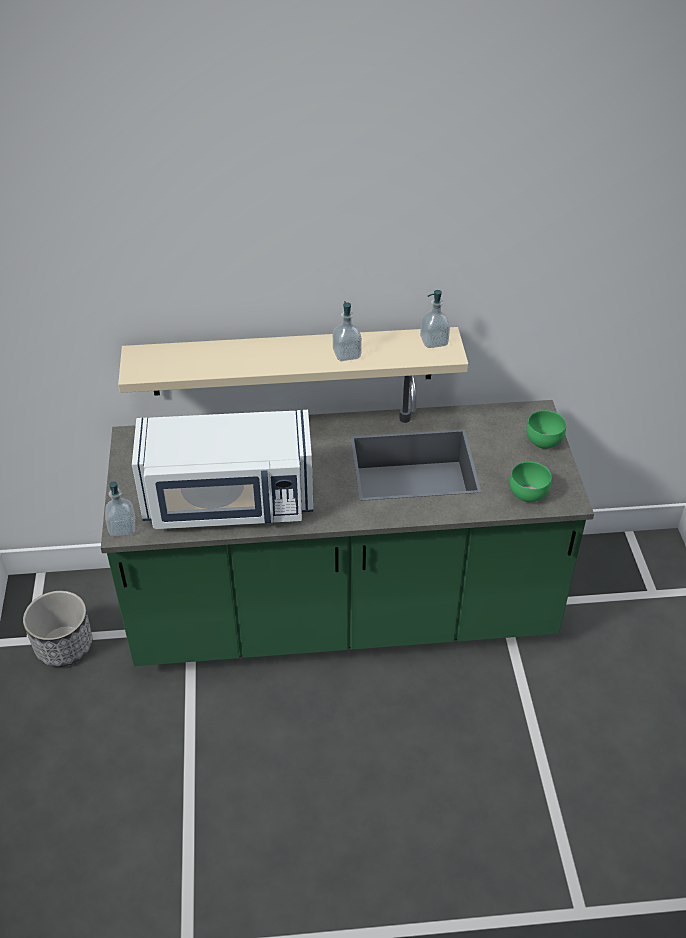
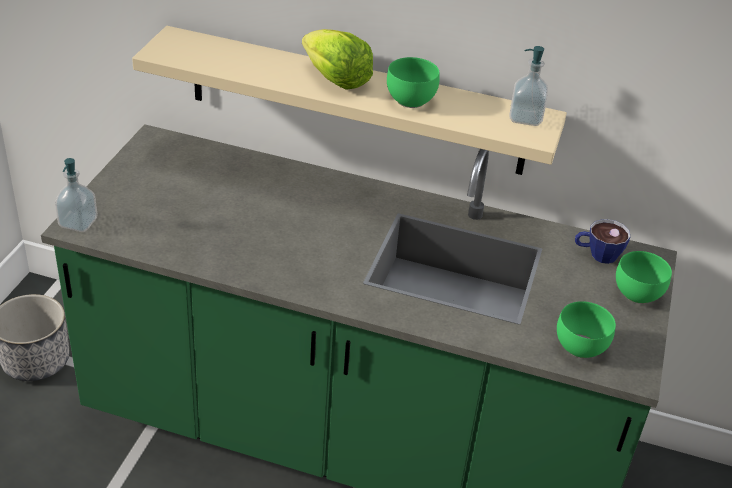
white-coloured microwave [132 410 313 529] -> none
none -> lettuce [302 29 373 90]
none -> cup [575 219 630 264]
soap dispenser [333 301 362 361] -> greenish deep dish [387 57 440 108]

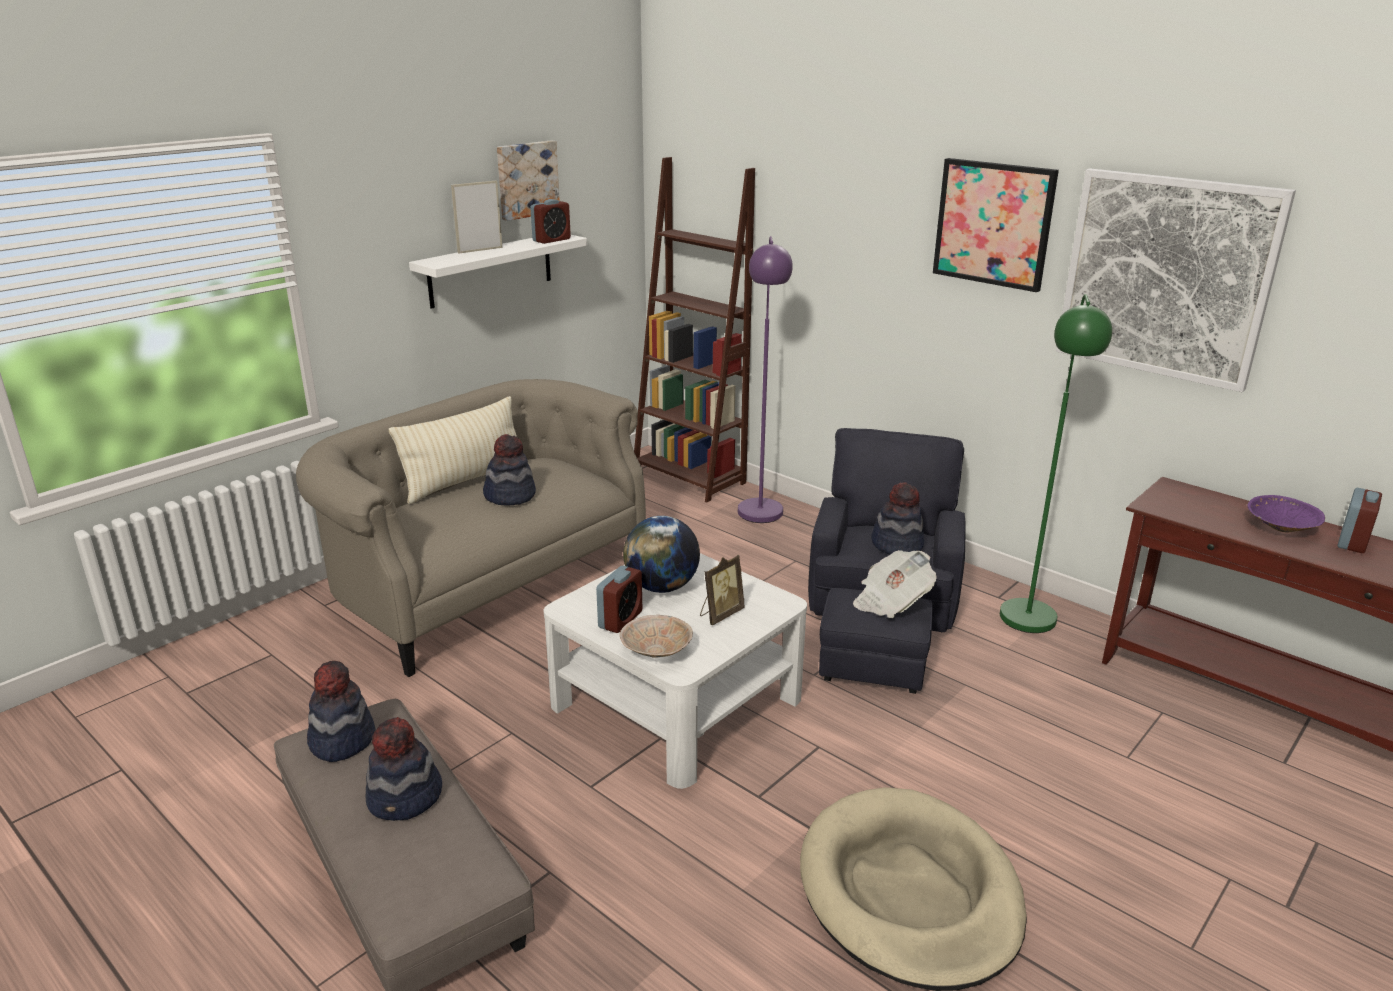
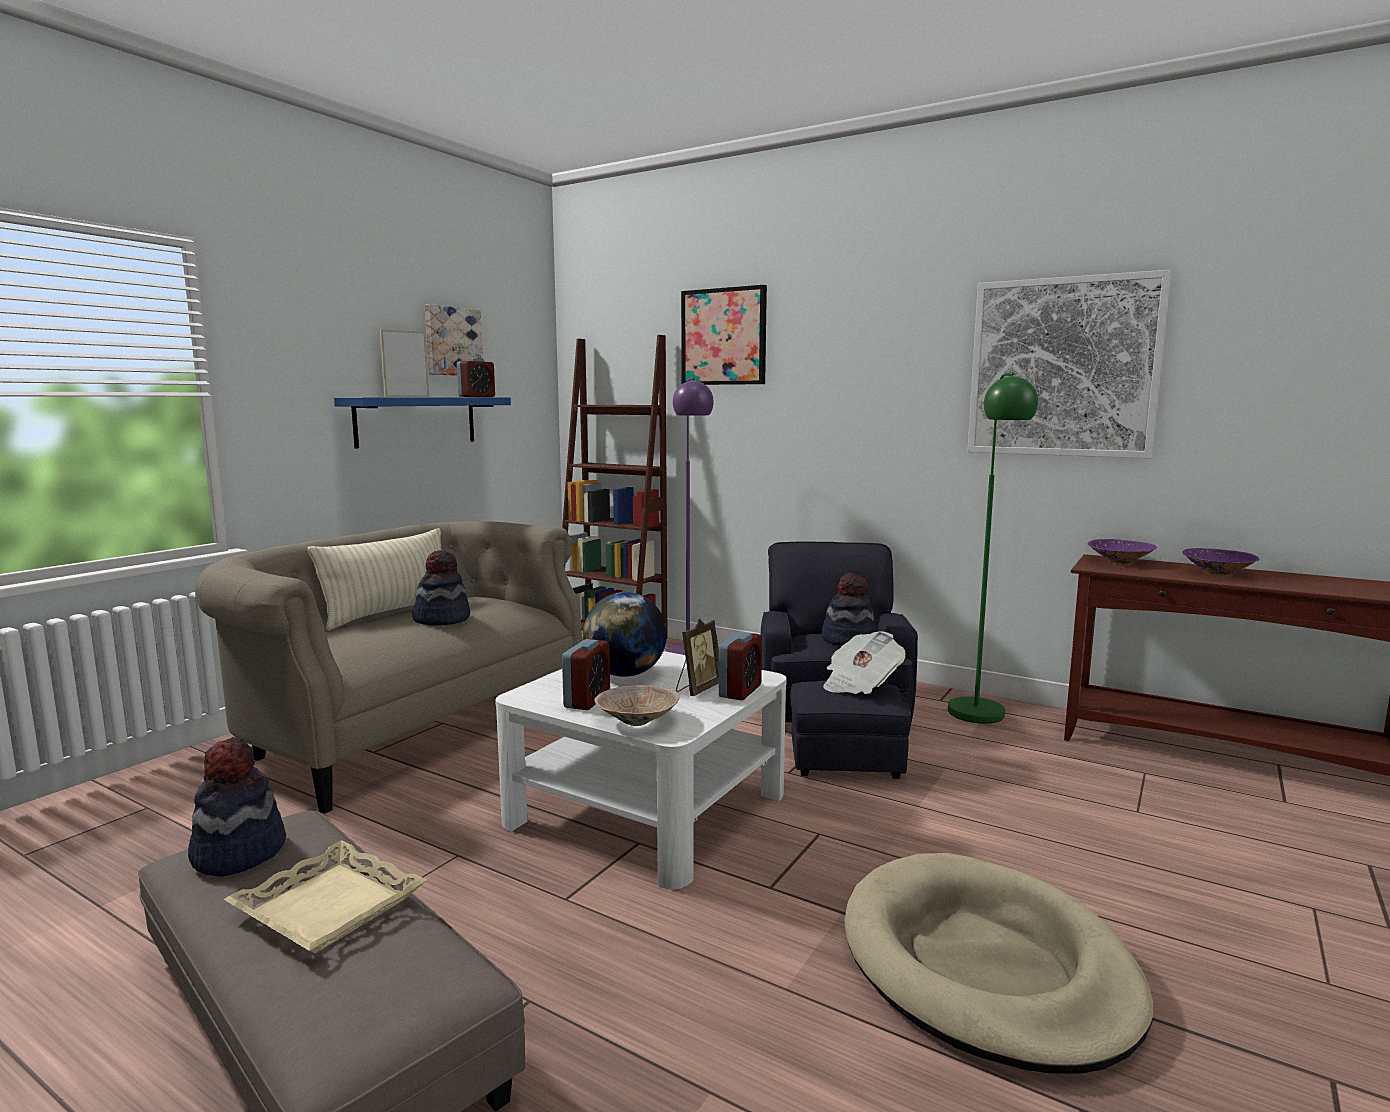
none -> purple deep dish [1087 539 1157 564]
wall picture [933 158 1059 292] -> wall picture [681 285 767 385], shifted
alarm clock [1338 488 1382 553] -> alarm clock [719 632 762 701], shifted
wearable hat [366 717 442 821] -> beige-coloured carrying tray [224 840 427 953]
white-coloured bracket shelf [409 235 587 309] -> blue bracket shelf [334 397 511 449]

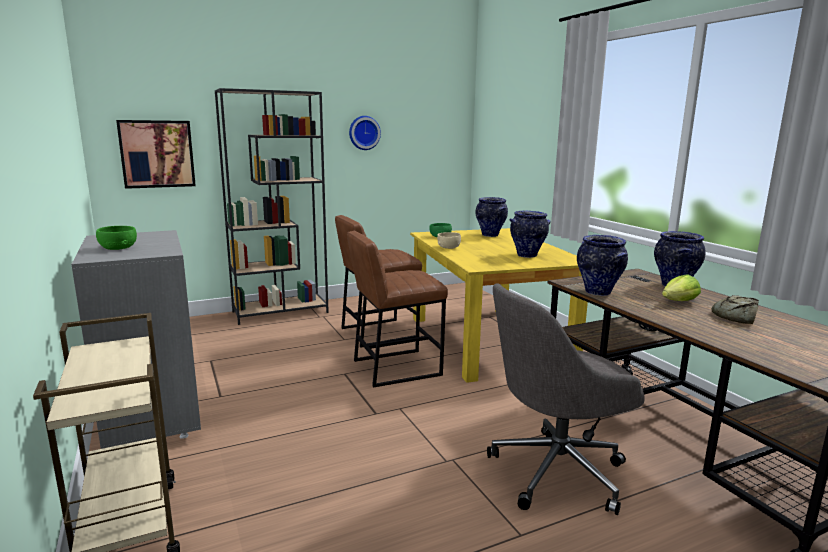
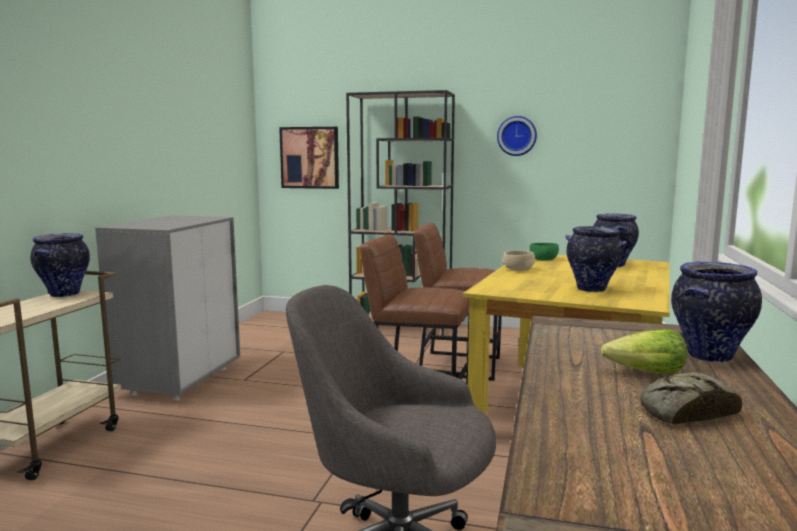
greenish deep dish [96 226 137 250] -> none
flower vase [577 235 628 296] -> flower vase [30 233 90 297], shifted

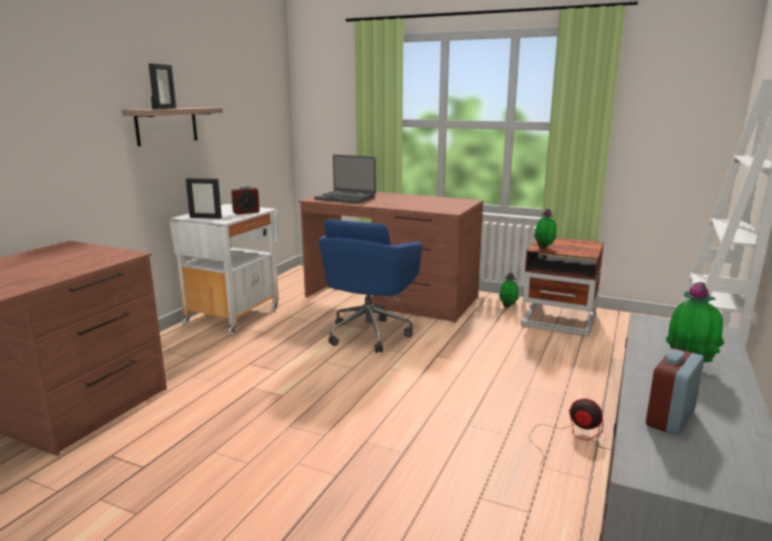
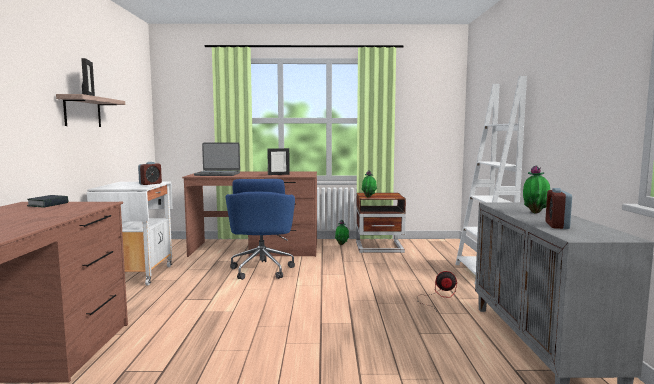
none -> bound book [27 195 68 208]
picture frame [186 178 222 219] -> picture frame [267 148 290 175], shifted

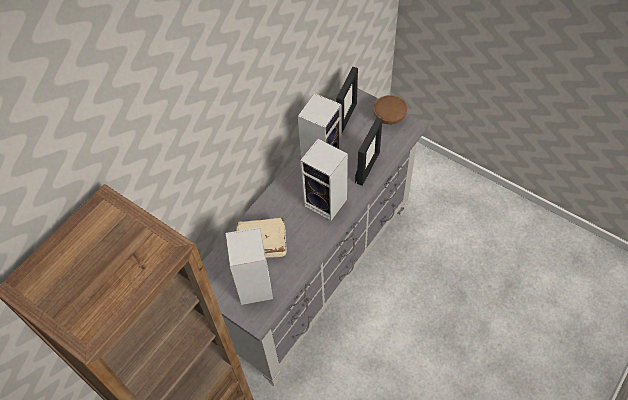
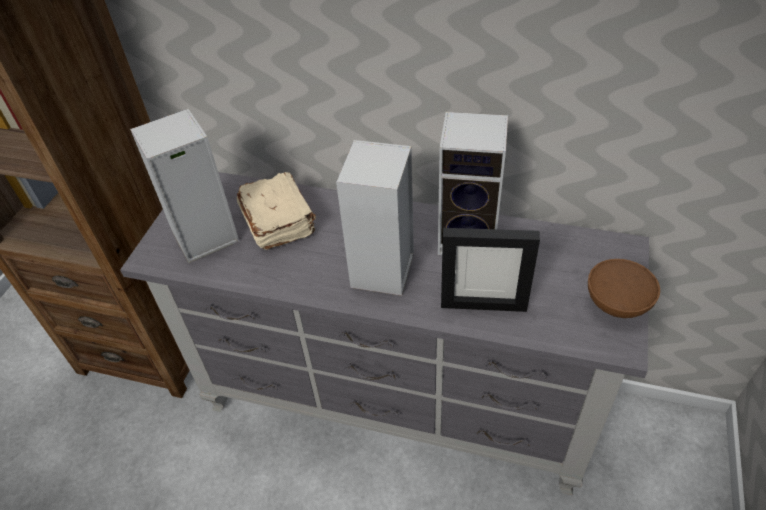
picture frame [336 67 358 134] -> none

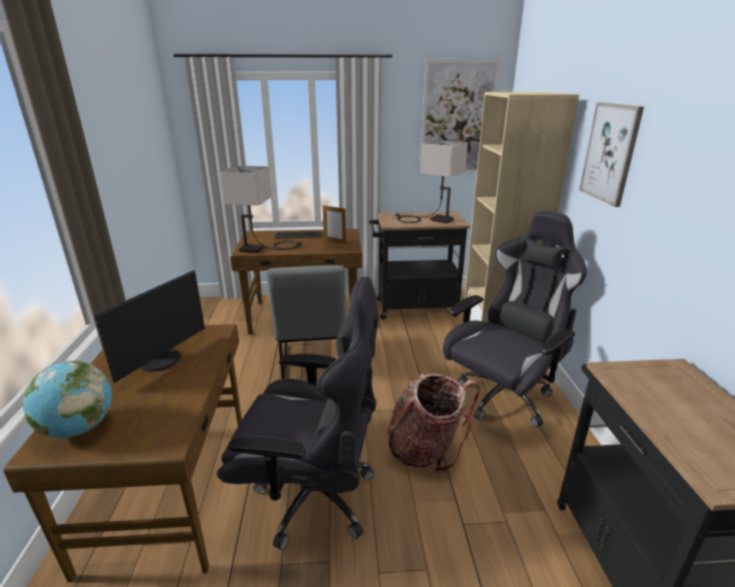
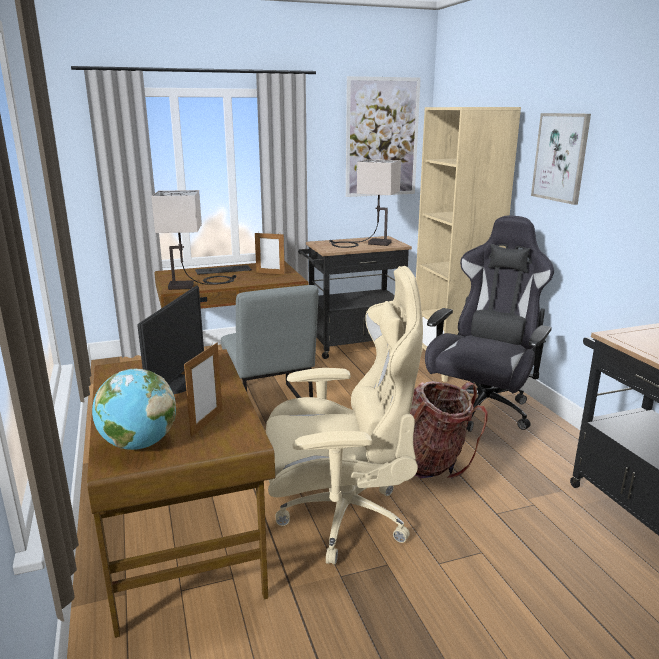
none -> picture frame [184 343 222 437]
blackish office chair [217 276 379 550] -> beige-coloured office chair [266 266 423 565]

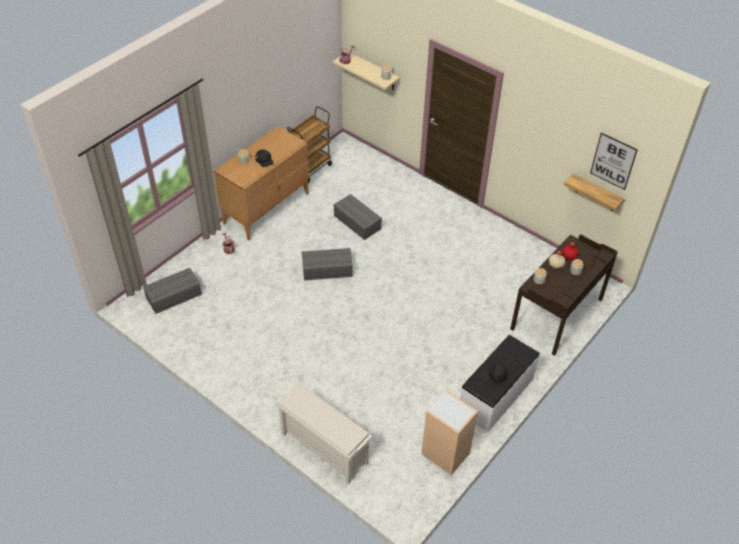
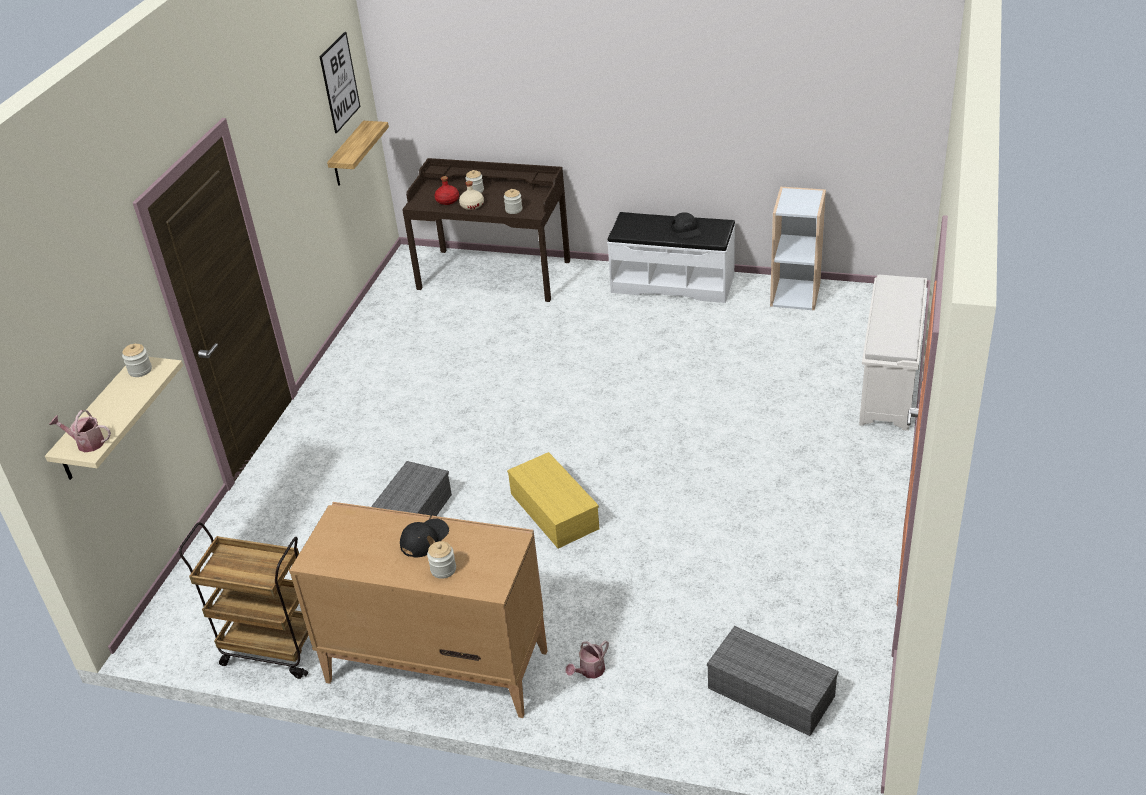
grey storage container [302 248 353 280] -> yellow storage container [507 452 599 549]

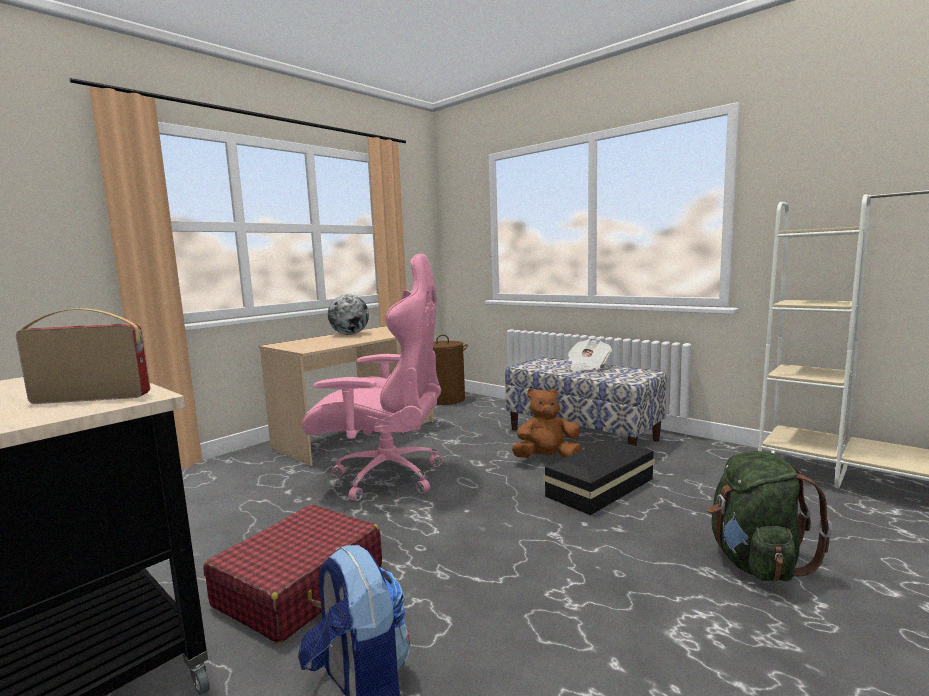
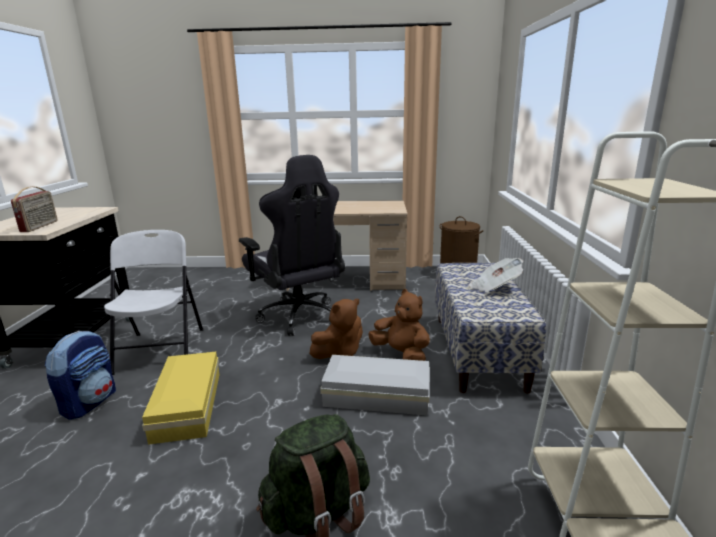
desk globe [328 294 369 335] -> none
none -> yellow storage container [142 352 220 445]
none -> brown cuddly toy [310 299 363 359]
red-coloured piece of luggage [203 505 382 644] -> white-coloured chair [104 230 203 375]
pinkish office chair [302 254 442 501] -> blackish office chair [239 155 345 336]
blackish storage container [543 439 655 515] -> white-coloured storage container [320 355 430 416]
radio set [16 308 150 404] -> radio set [11 187 58 232], 45 degrees clockwise

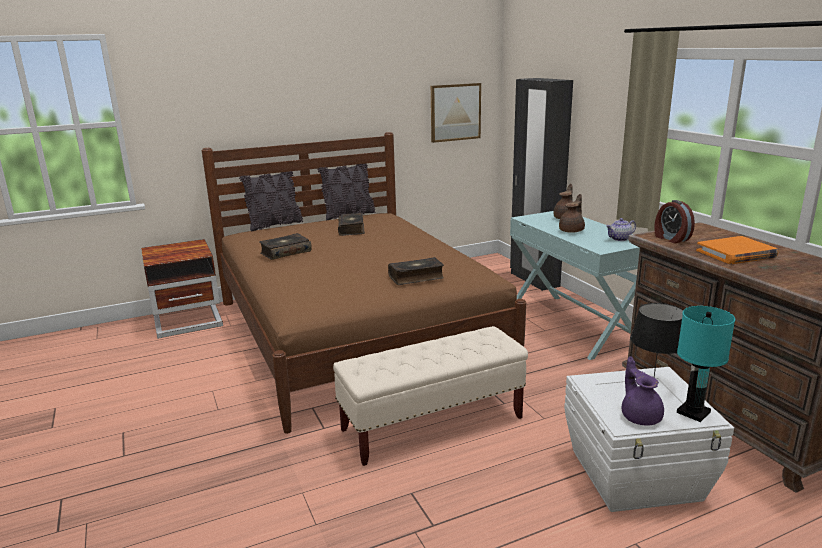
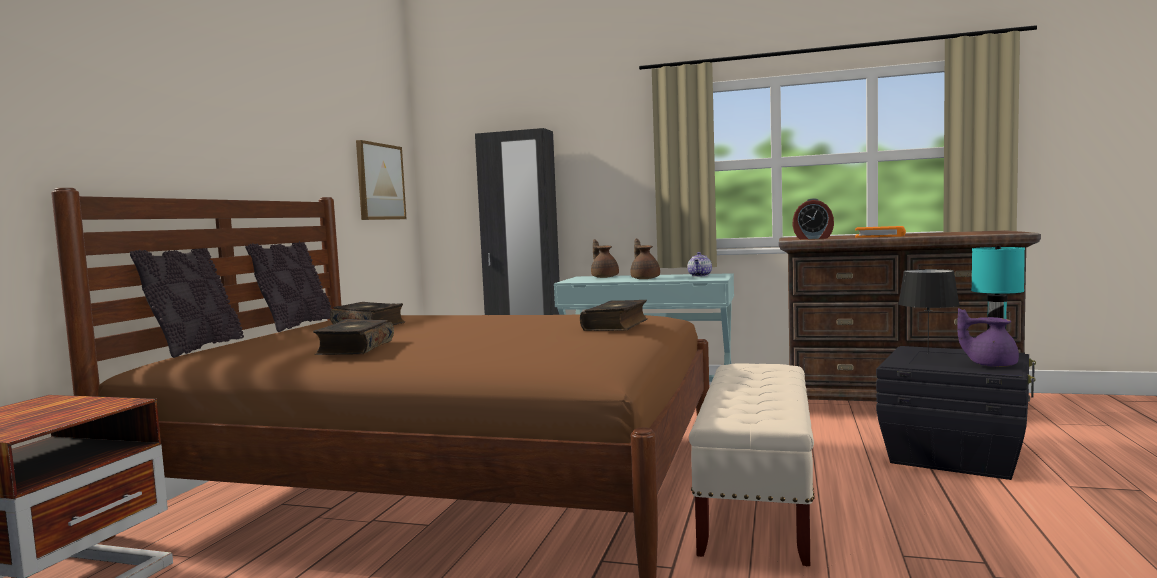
white-coloured storage container [564 367 734 512] -> blackish storage container [876 346 1036 480]

